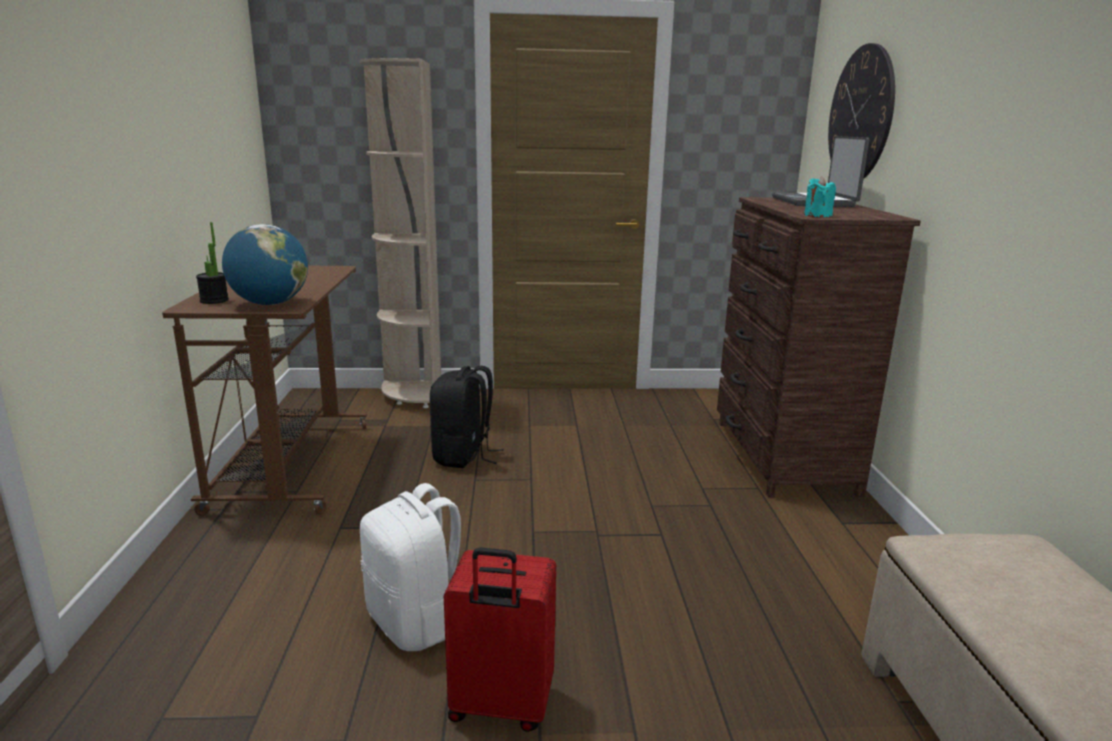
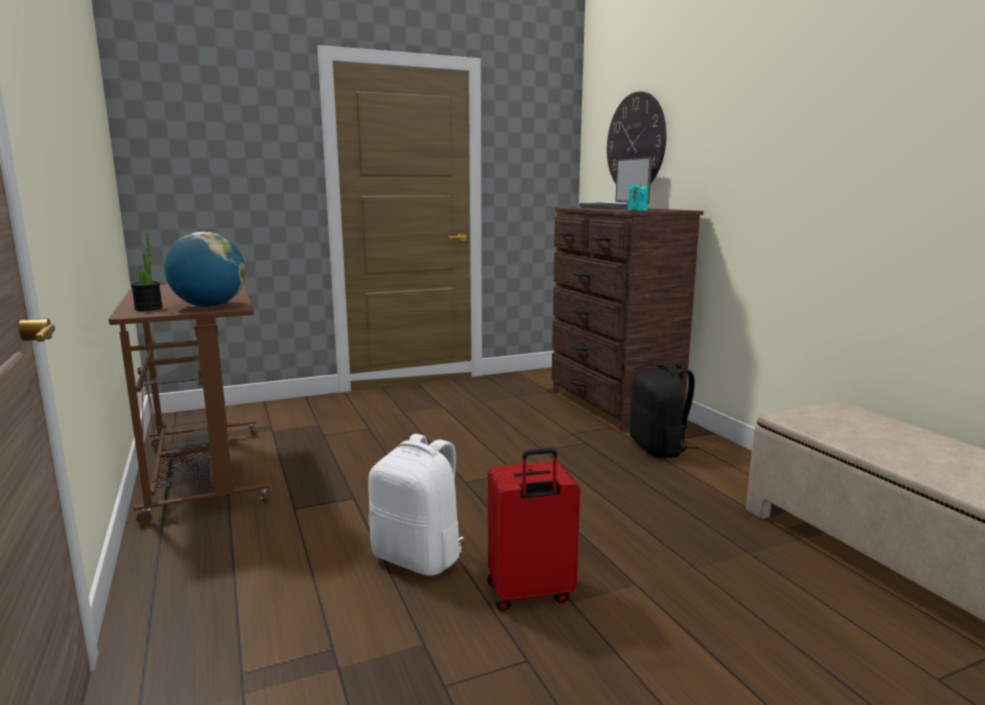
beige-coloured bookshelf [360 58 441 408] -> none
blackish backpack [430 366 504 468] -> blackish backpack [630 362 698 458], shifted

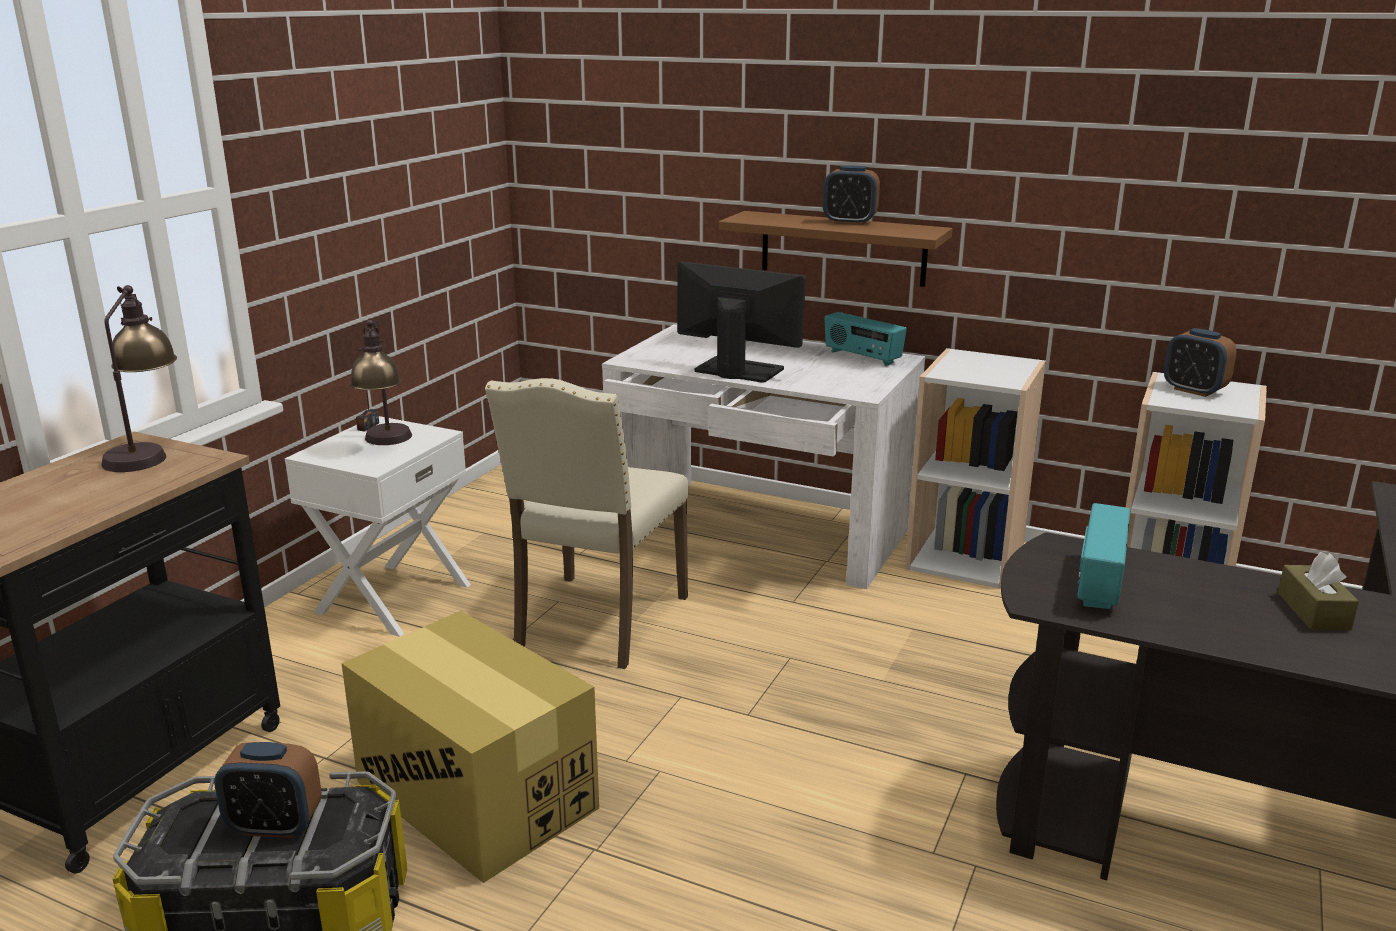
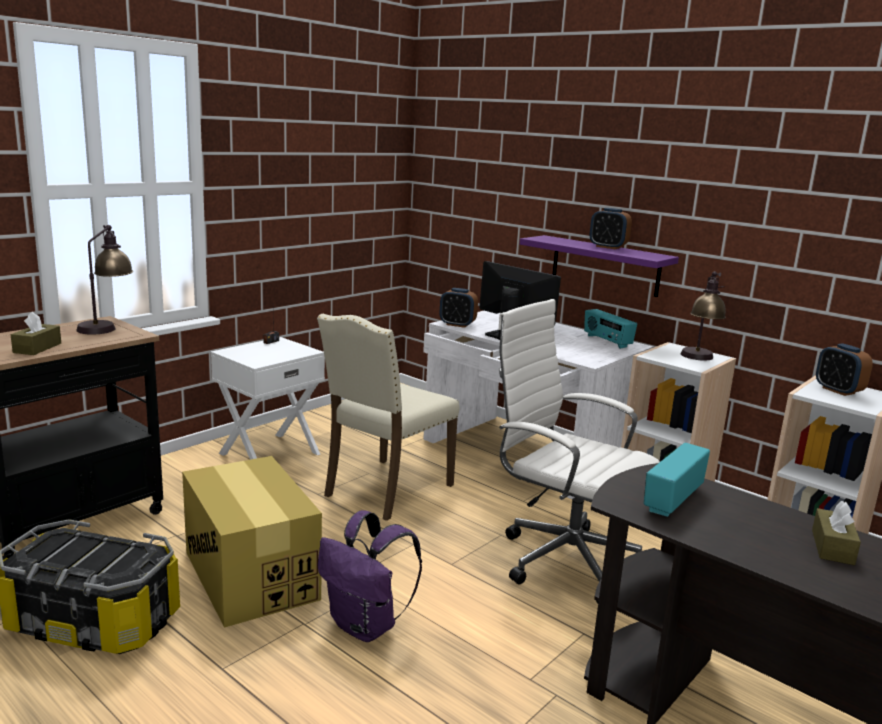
none -> brown box of tissues [11 312 61 355]
none -> purple backpack [318 510 422 642]
none -> white-coloured office chair [499 299 660 603]
alarm clock [214 742 322 838] -> alarm clock [440 288 478 328], shifted
lamp for a table [350 319 412 445] -> lamp for a table [680 271 726 361], shifted
brown bracket shelf [719 211 953 287] -> purple bracket shelf [520 235 679 297]

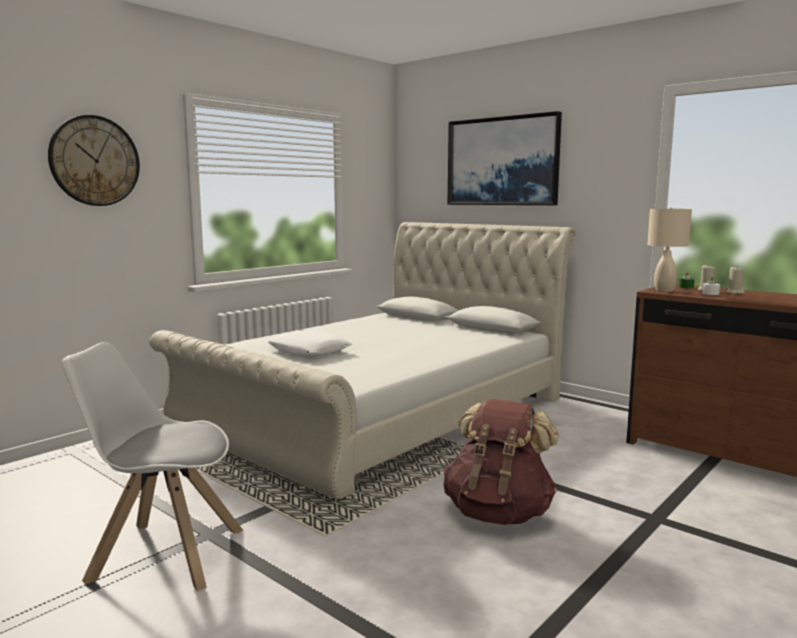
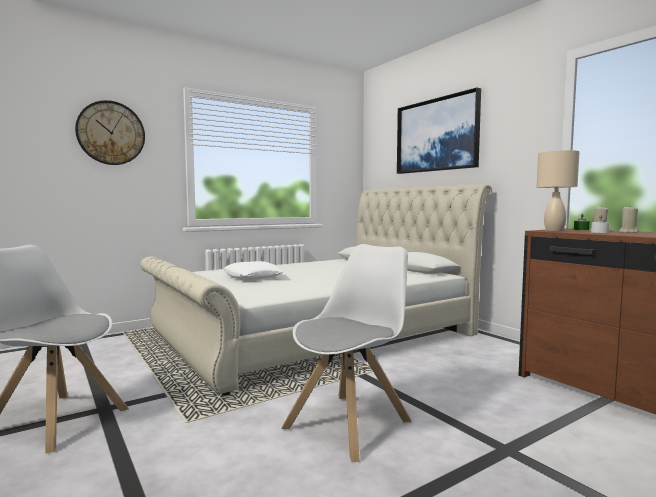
brown backpack [444 399 558 525] -> chair [281 244 412 462]

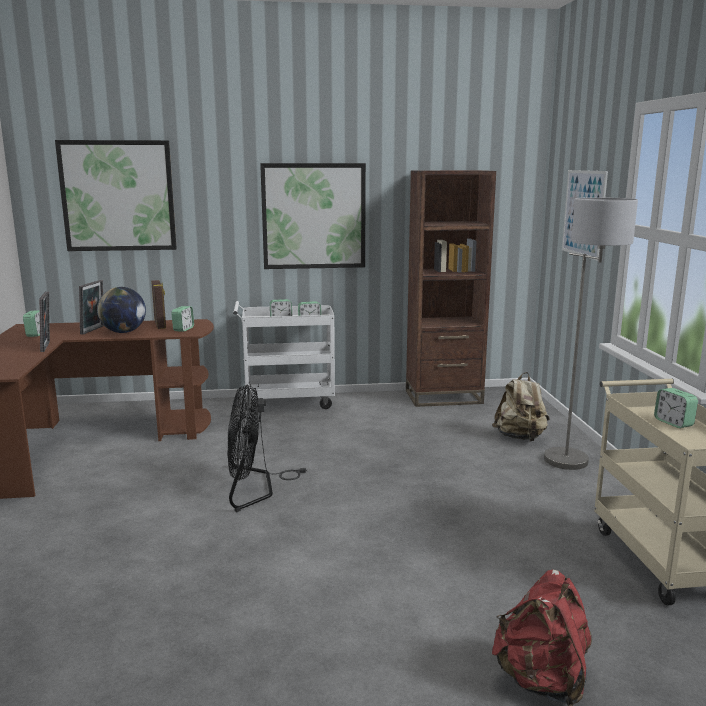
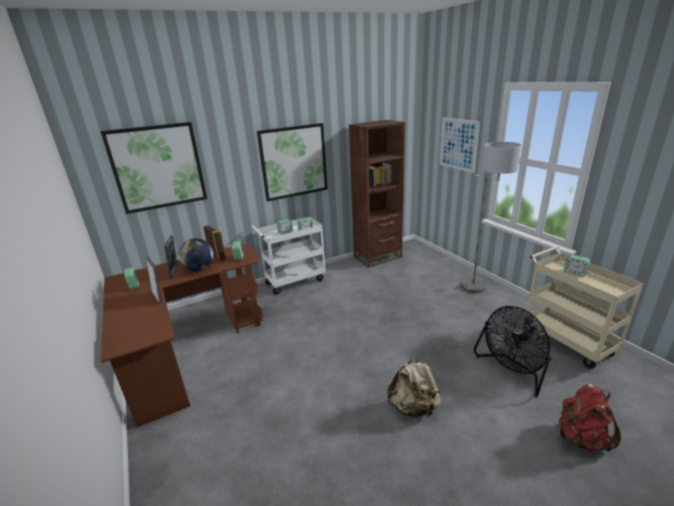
blackish fan [227 385 308 512] -> blackish fan [474 306 552 398], shifted
beige-coloured backpack [492 372 550 442] -> beige-coloured backpack [387 355 441 417], shifted

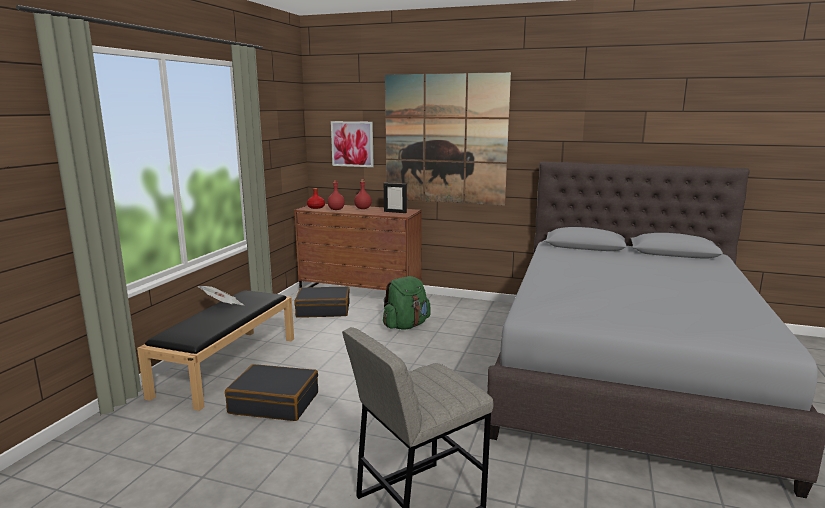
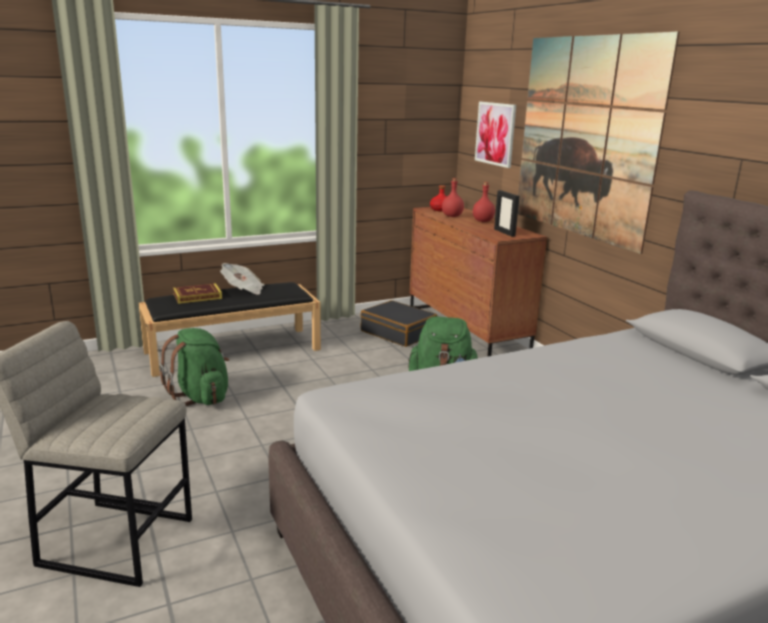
none -> bound book [173 283 222 304]
blackish piece of luggage [225 364 318 421] -> greenish backpack [159 328 229 406]

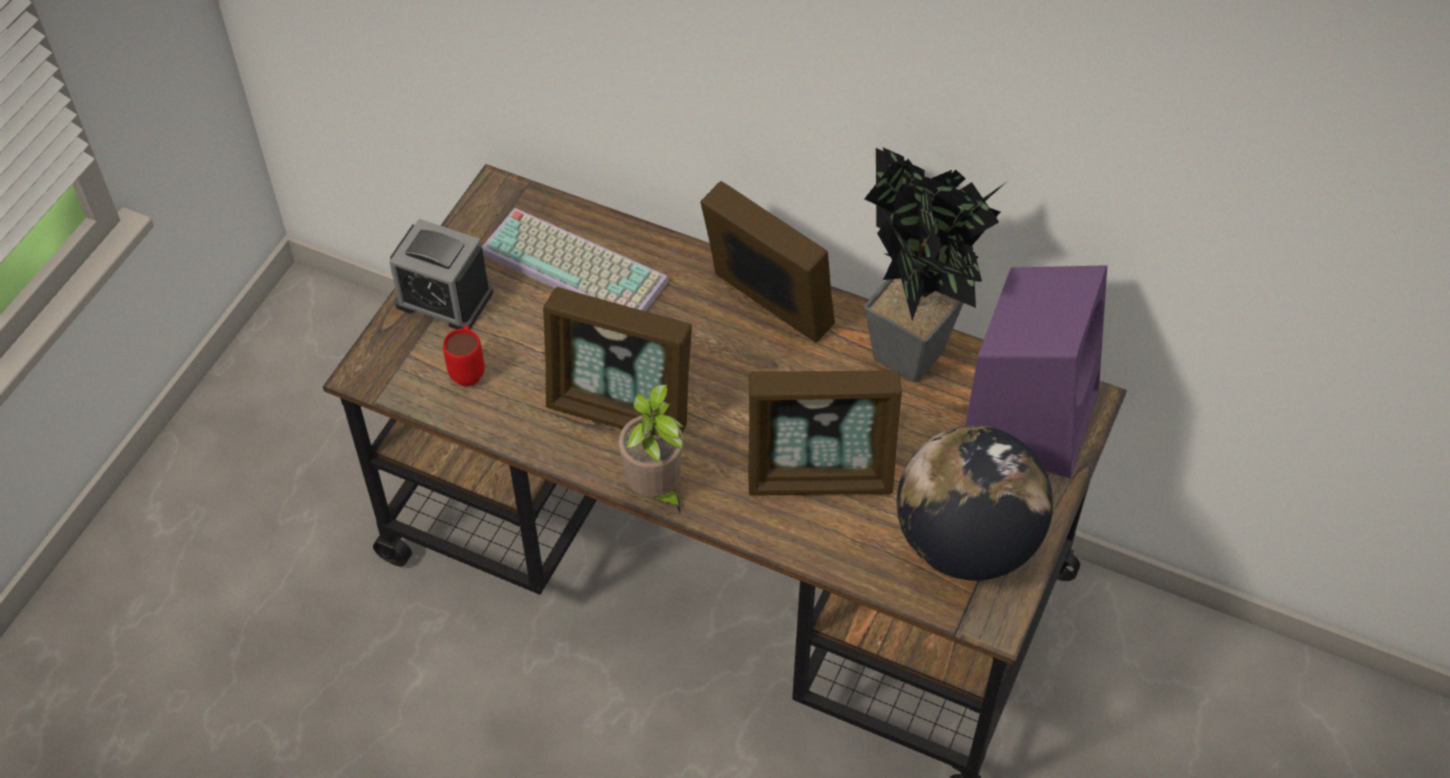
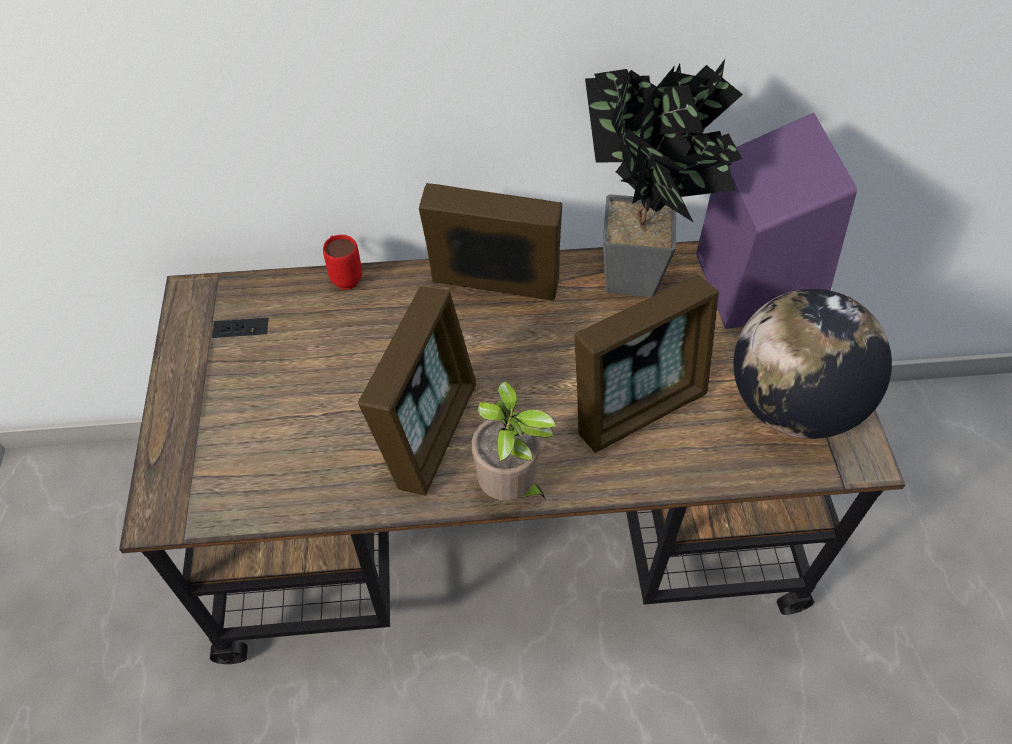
alarm clock [389 219 493 329] -> none
computer keyboard [482 208 669 311] -> none
red-coloured tea mug [443 325 485 386] -> red-coloured tea mug [323 235 362 290], shifted
picture frame [543 287 692 433] -> picture frame [358 286 476 496], 60 degrees counterclockwise

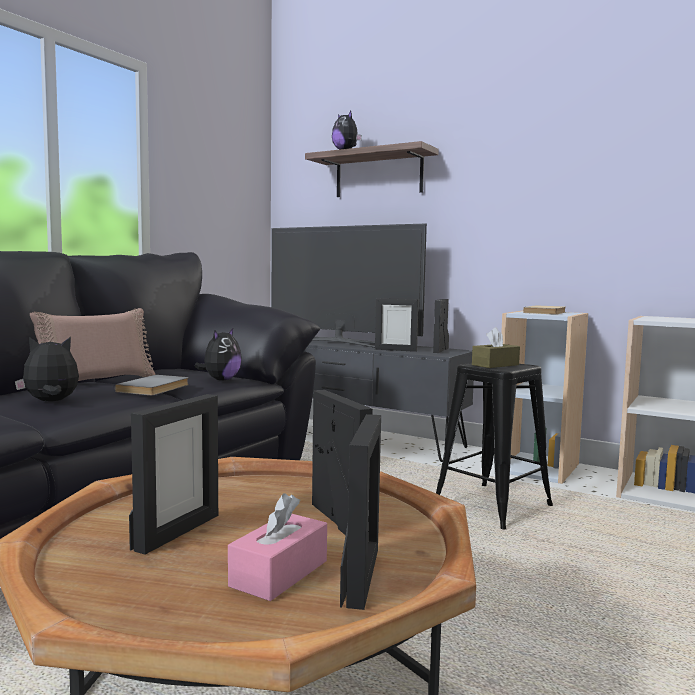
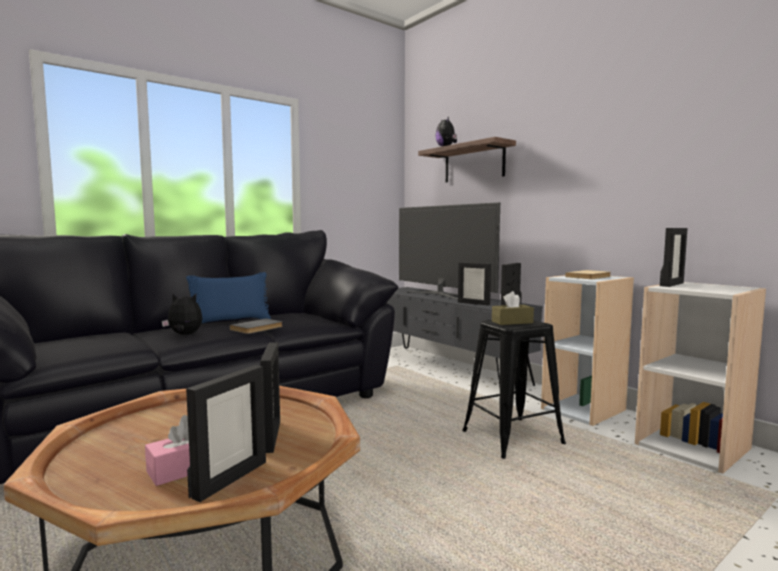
cuddly toy [194 328 242 380] -> none
picture frame [129 394 218 555] -> picture frame [660 228 688 287], shifted
beige-coloured pillow [30 308 155 381] -> blue pillow [186 272 271 323]

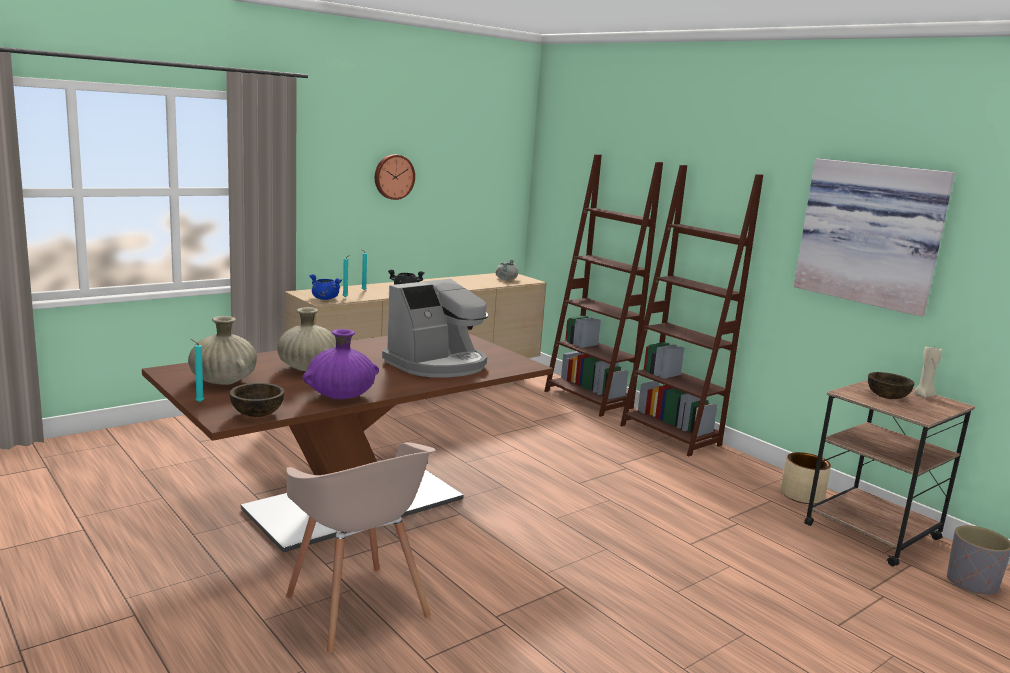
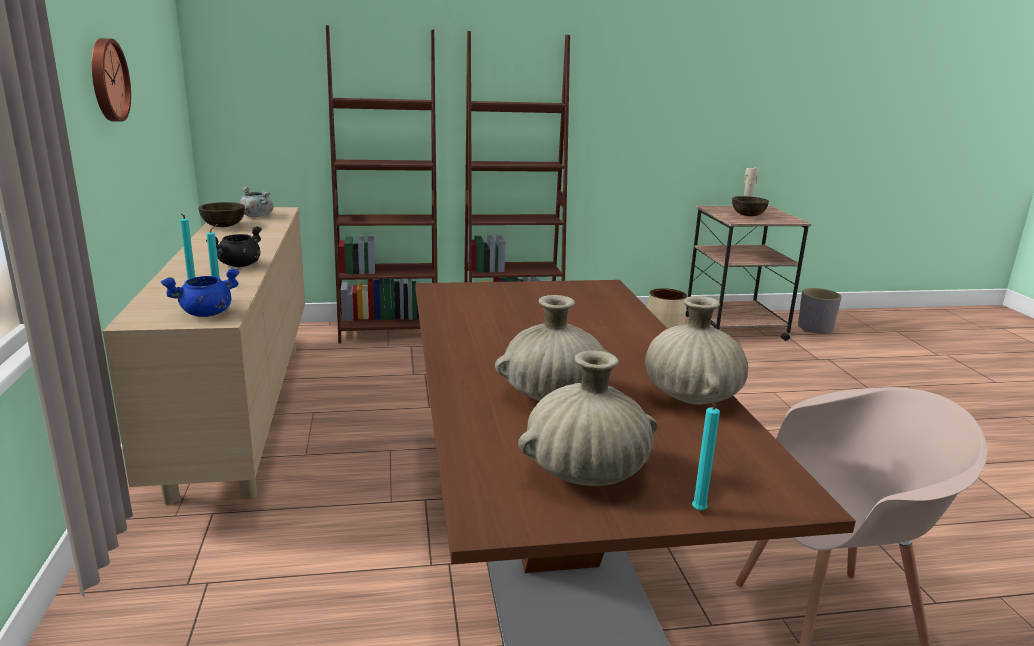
coffee machine [382 279 488 378] -> none
wall picture [794 158 955 316] -> none
brown deep dish [229 383 284 417] -> brown deep dish [198 202 245 227], shifted
purple flower vase [302 329 379 399] -> beige-coloured flower vase [645 296 748 405]

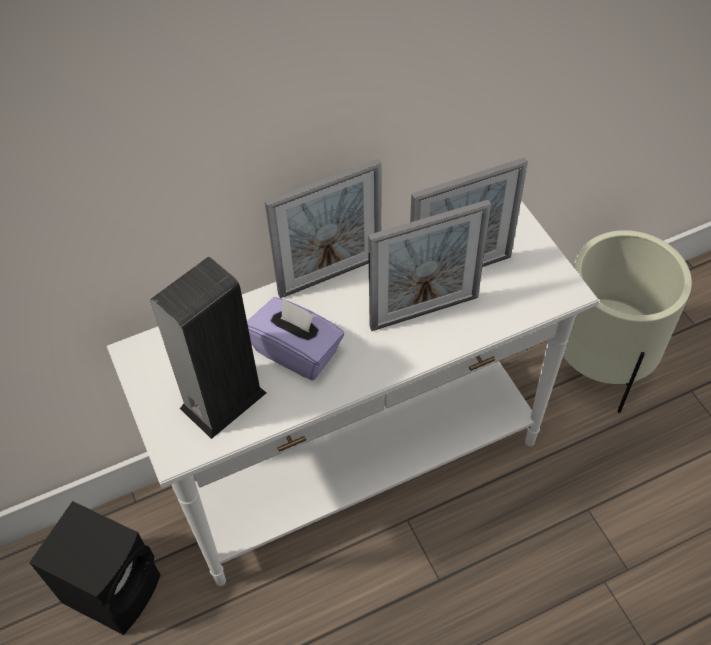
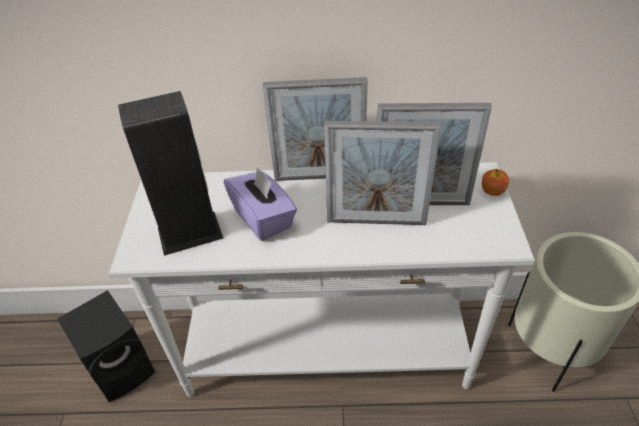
none -> whole apple [482 169 509 196]

